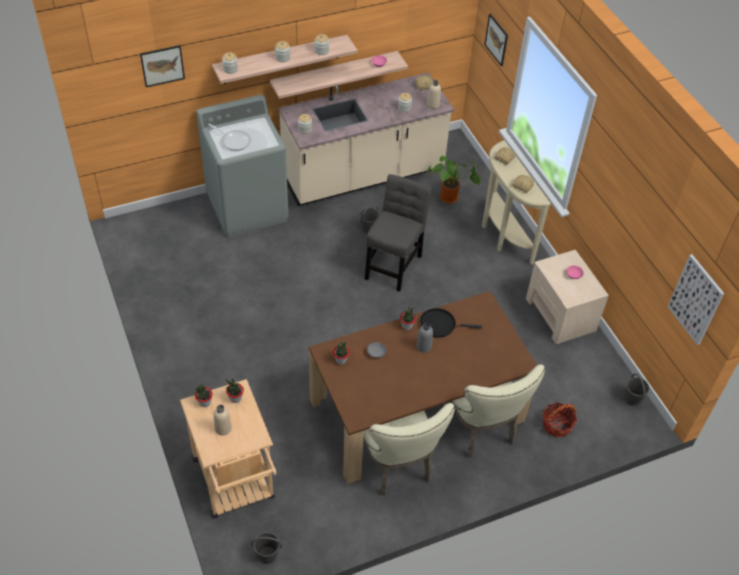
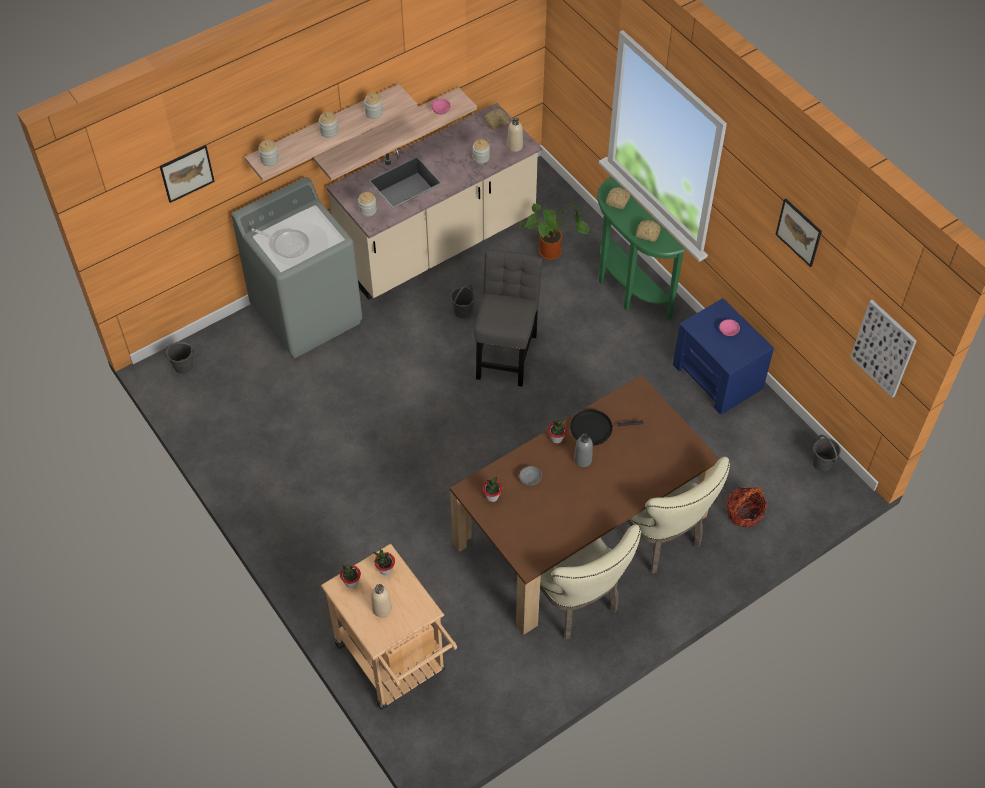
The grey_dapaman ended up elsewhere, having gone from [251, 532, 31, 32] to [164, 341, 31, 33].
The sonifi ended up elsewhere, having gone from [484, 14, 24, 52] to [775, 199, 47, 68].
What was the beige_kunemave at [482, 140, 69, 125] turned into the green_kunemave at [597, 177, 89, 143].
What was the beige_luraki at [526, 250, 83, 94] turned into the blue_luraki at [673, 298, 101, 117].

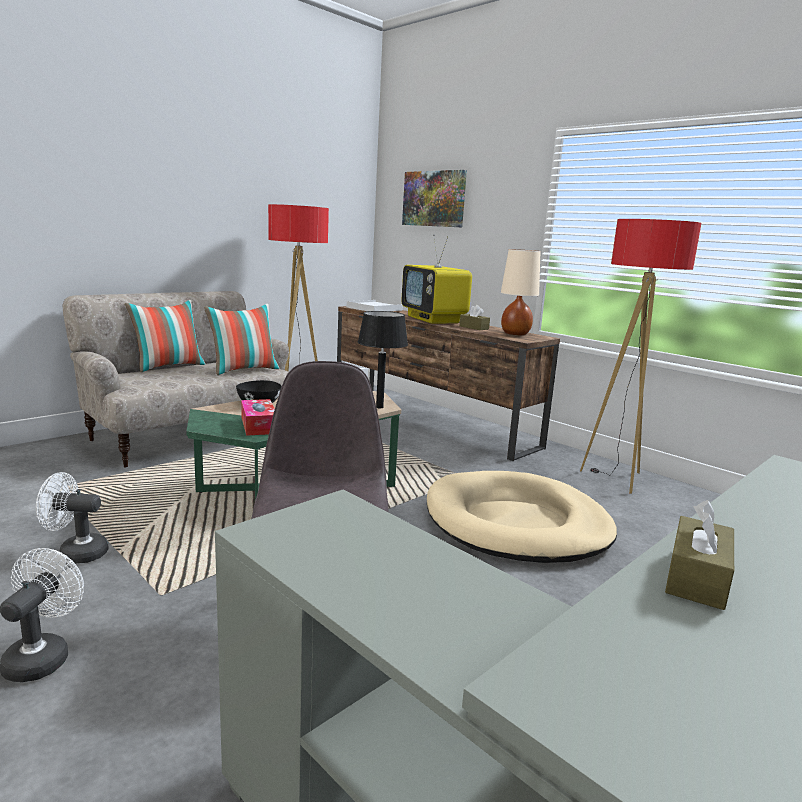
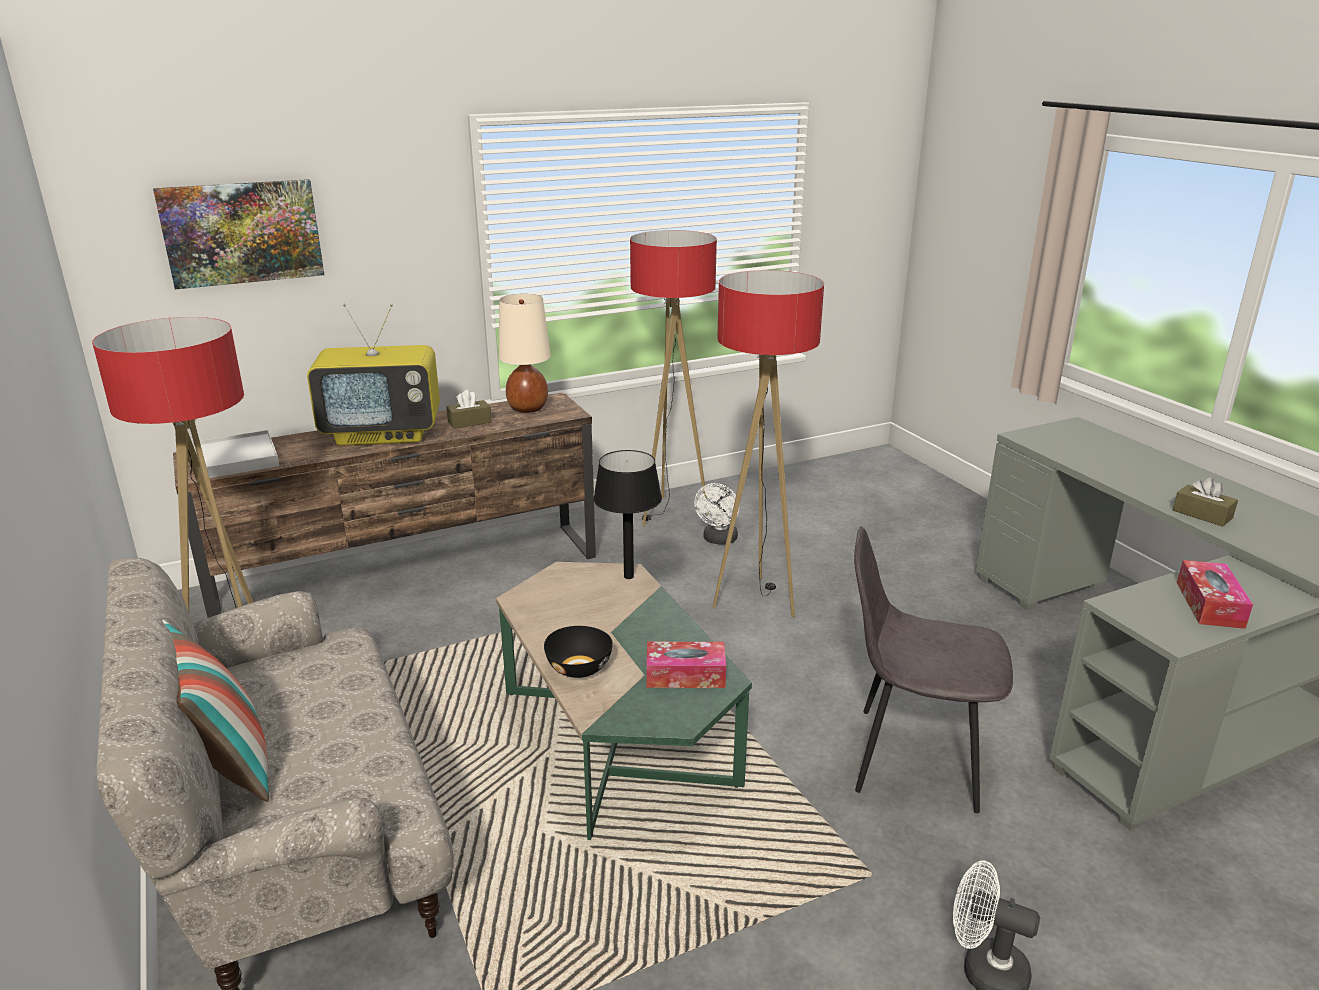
The second view lost the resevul at [204, 304, 76, 71].
The second view gained the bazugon at [1177, 560, 76, 69].
The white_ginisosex ended up elsewhere, having gone from [36, 472, 72, 92] to [694, 483, 45, 62].
Where the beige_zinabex stood at [427, 471, 190, 92], the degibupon came to stand at [713, 270, 111, 348].

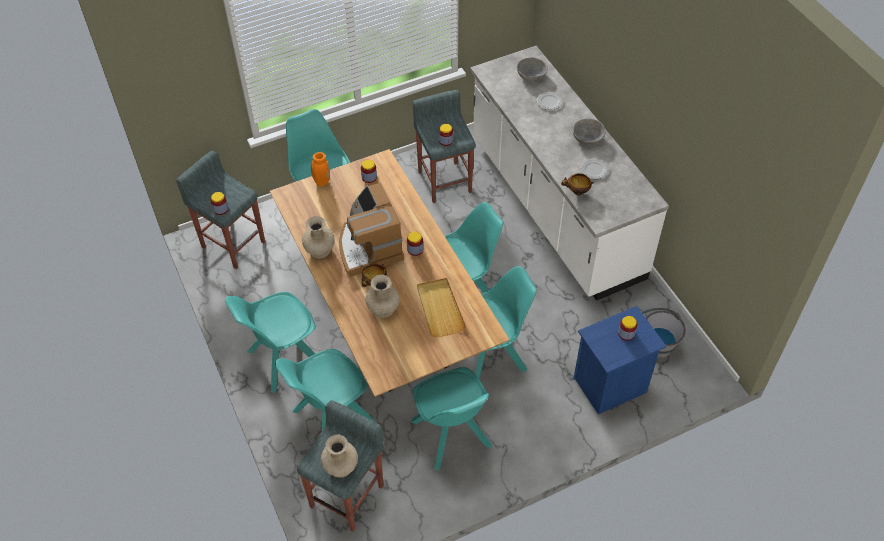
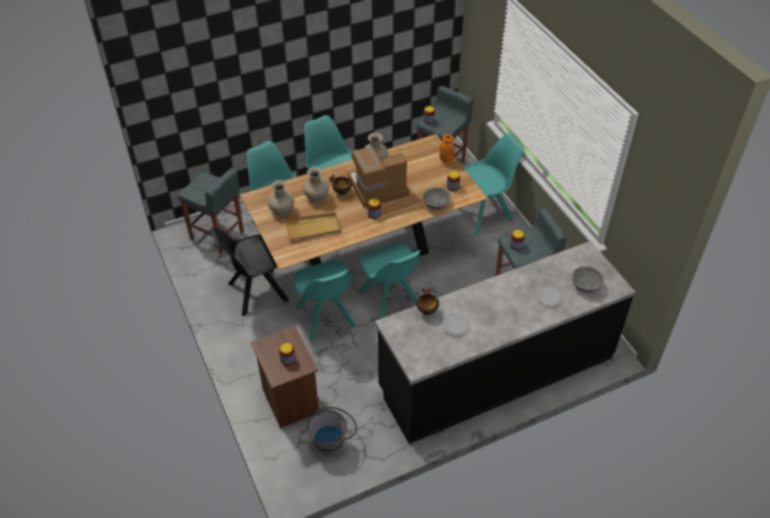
The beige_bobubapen ended up elsewhere, having gone from [321, 435, 37, 43] to [267, 180, 27, 37].
The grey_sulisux ended up elsewhere, having gone from [573, 118, 32, 27] to [422, 187, 29, 23].
What was the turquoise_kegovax at [411, 367, 81, 104] turned into the black_kegovax at [211, 227, 78, 89].
What was the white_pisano at [470, 46, 199, 255] turned into the black_pisano at [375, 241, 260, 203].
What was the blue_luraki at [573, 306, 93, 108] turned into the brown_luraki at [251, 326, 68, 102].

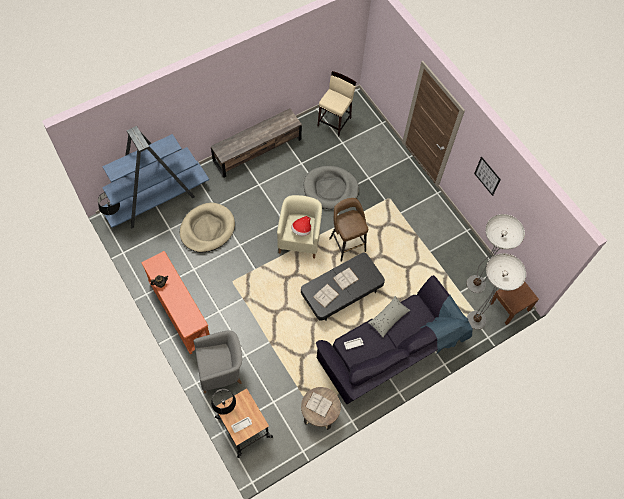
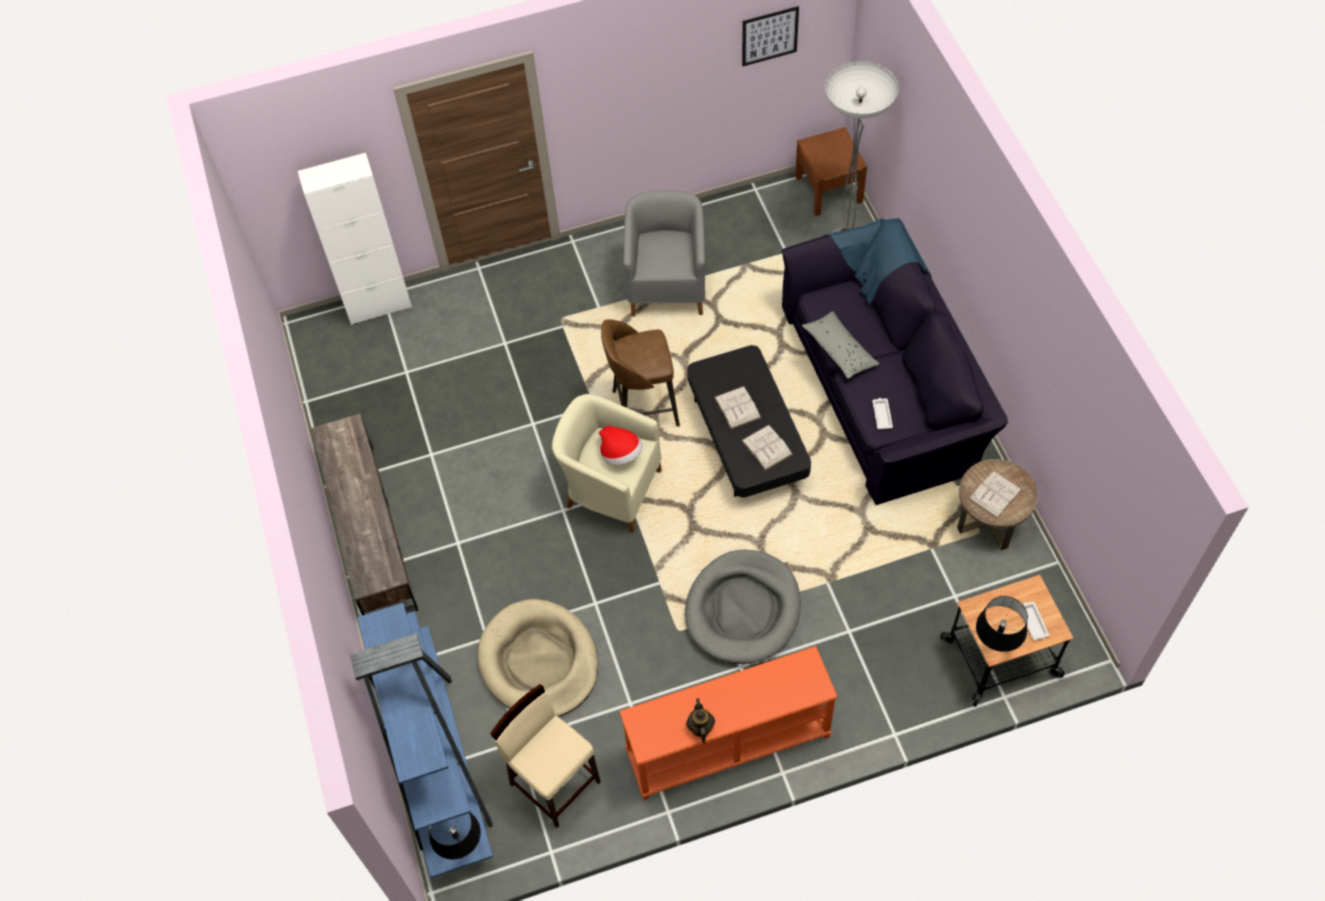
The second view lost the degibupon at [466, 214, 59, 79].
The second view gained the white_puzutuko at [298, 153, 114, 172].
The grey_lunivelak ended up elsewhere, having gone from [194, 330, 48, 63] to [623, 190, 82, 126].
The grey_zinabex ended up elsewhere, having gone from [304, 166, 55, 44] to [685, 550, 116, 114].
The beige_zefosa ended up elsewhere, having gone from [318, 71, 38, 65] to [490, 684, 111, 144].
The sonifi ended up elsewhere, having gone from [474, 157, 27, 39] to [742, 6, 57, 60].

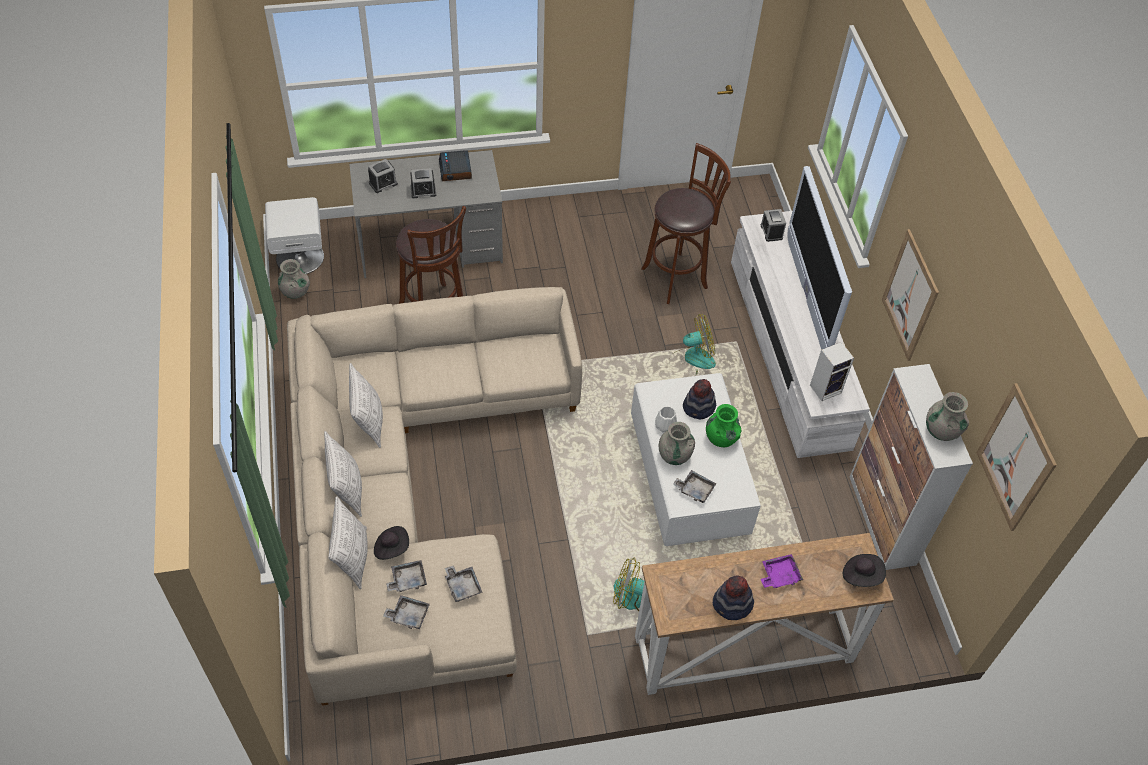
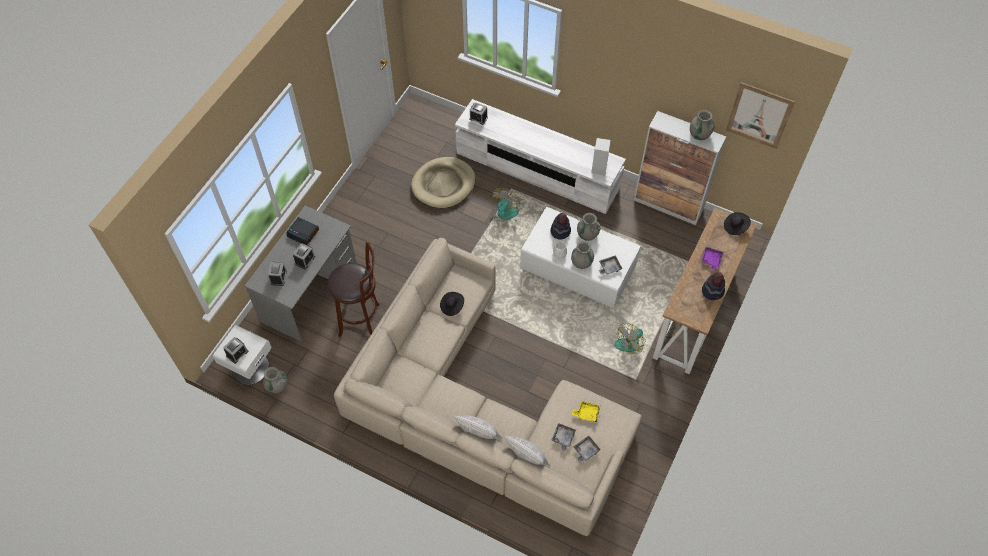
The second view lost the resevul at [349, 363, 34, 85].
The second view lost the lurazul at [788, 166, 64, 184].
The second view lost the sonifi at [882, 229, 57, 132].
The second view gained the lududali at [223, 337, 25, 27].
The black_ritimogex ended up elsewhere, having gone from [374, 526, 35, 34] to [440, 292, 24, 24].
Where the brown_zefosa stood at [641, 143, 90, 161], the beige_zinabex came to stand at [411, 157, 65, 51].
What was the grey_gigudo at [445, 565, 38, 37] turned into the yellow_gigudo at [572, 401, 28, 21].
What was the green_bobubapen at [706, 404, 35, 43] turned into the grey_bobubapen at [577, 213, 24, 28].

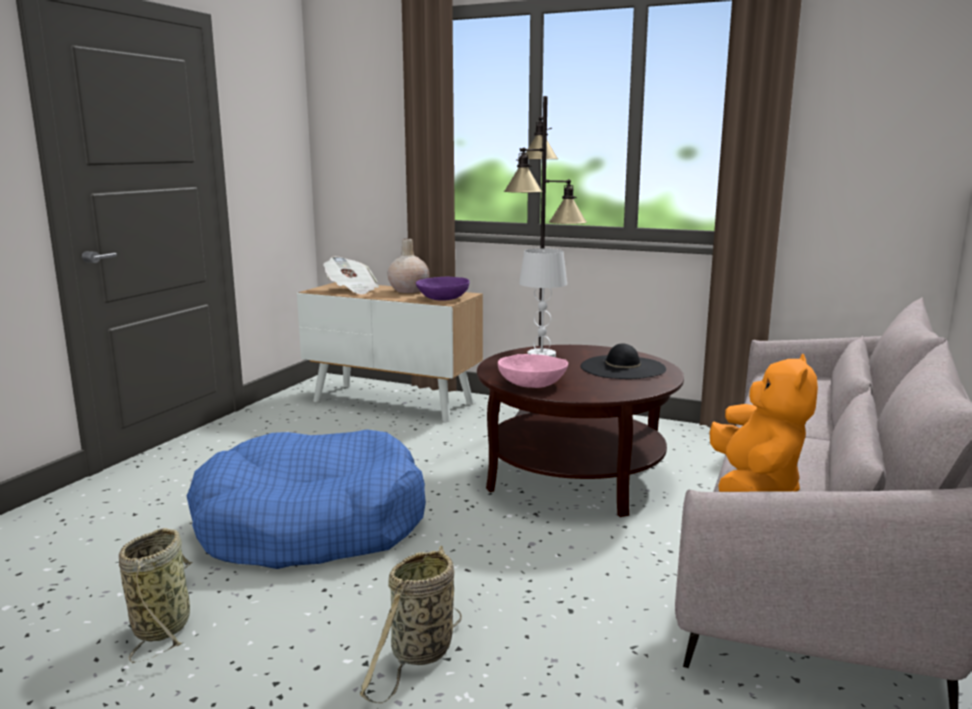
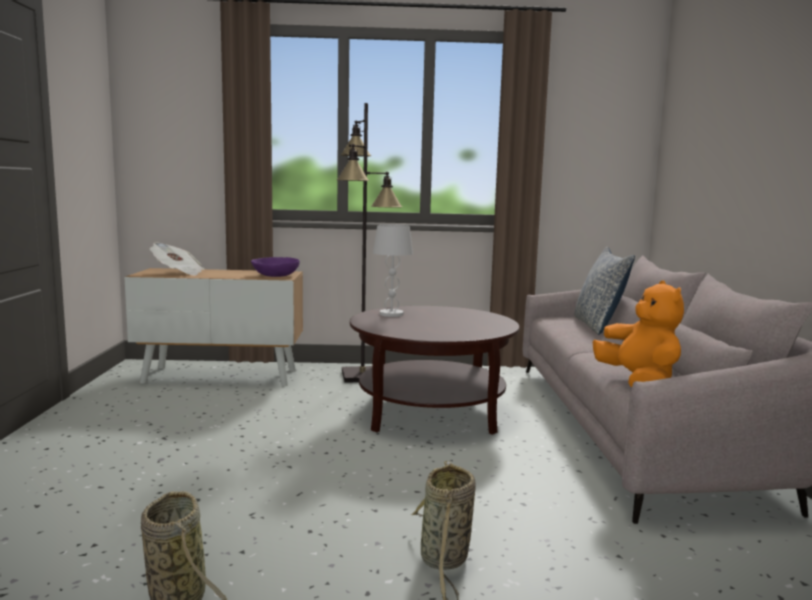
The second view lost the blue_zinabex at [187, 429, 239, 140].
The second view lost the beige_bobubapen at [387, 239, 42, 54].
The second view lost the pink_sulisux at [498, 354, 70, 34].
The second view lost the black_ritimogex at [580, 343, 86, 36].
The second view gained the resevul at [575, 247, 60, 88].

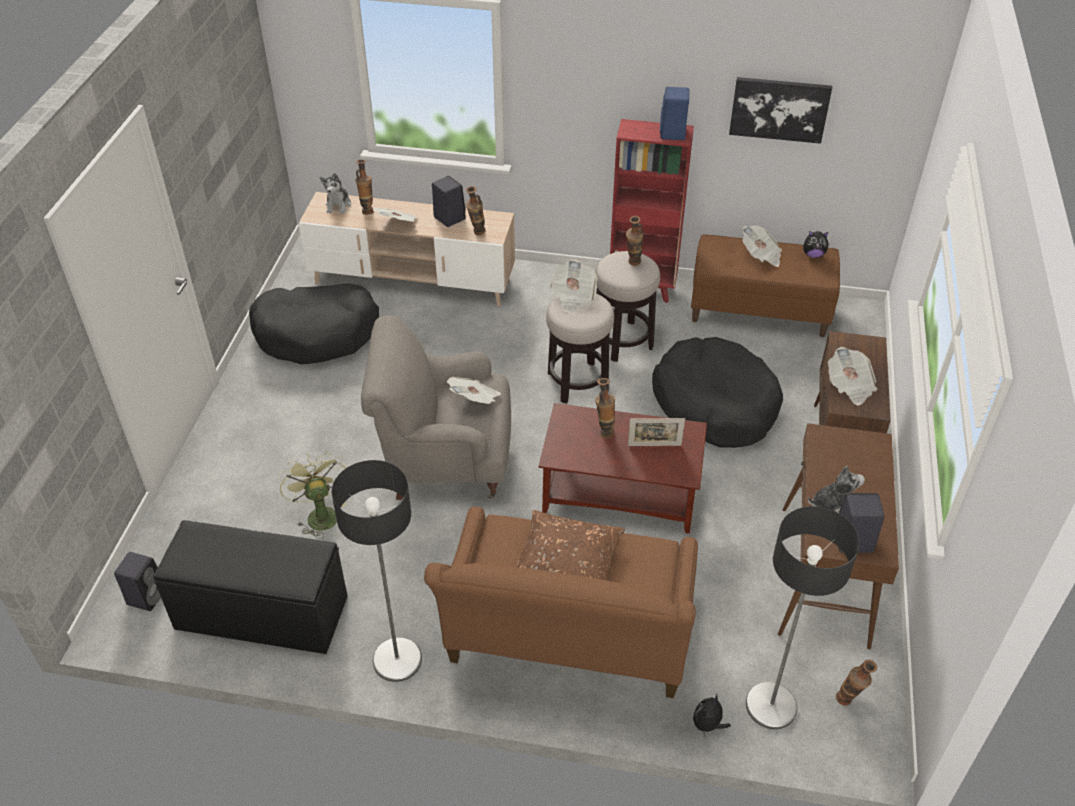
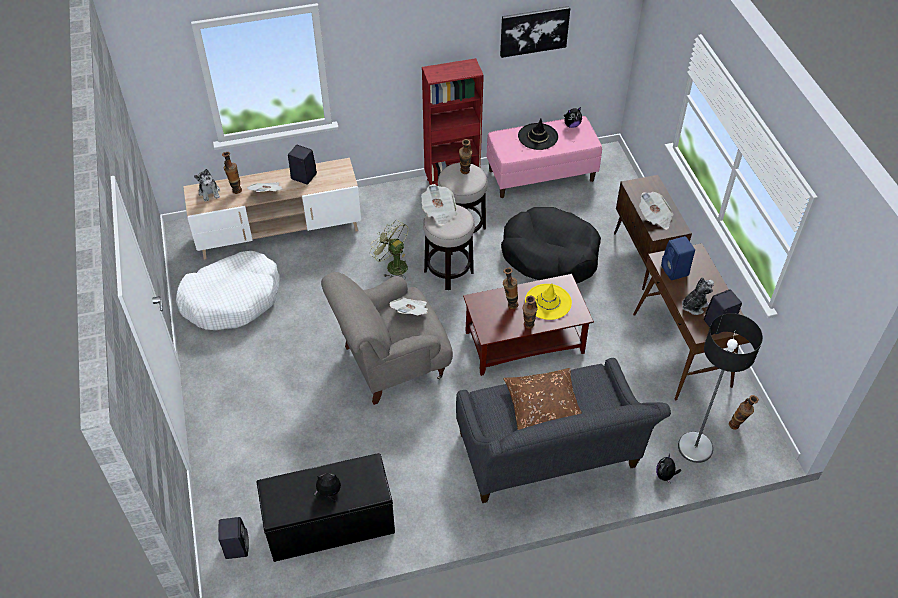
The second view lost the degibupon at [332, 460, 90, 222].
The second view gained the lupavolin at [314, 473, 27, 30].
The green_ginisosex ended up elsewhere, having gone from [278, 451, 68, 88] to [370, 220, 38, 60].
The bobubapen ended up elsewhere, having gone from [466, 186, 20, 49] to [523, 296, 14, 33].
The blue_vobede ended up elsewhere, having gone from [660, 87, 29, 53] to [661, 236, 34, 44].
Where the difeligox stood at [628, 418, 57, 28], the yellow_ritimogex came to stand at [525, 283, 47, 37].
Where the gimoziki stood at [742, 225, 40, 42], the black_ritimogex came to stand at [518, 119, 40, 31].
What was the black_zinabex at [249, 283, 130, 81] turned into the white_zinabex at [176, 251, 103, 79].
What was the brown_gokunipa at [424, 507, 274, 191] turned into the grey_gokunipa at [456, 358, 215, 145].
What was the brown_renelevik at [691, 234, 149, 103] turned into the pink_renelevik at [487, 116, 115, 82].

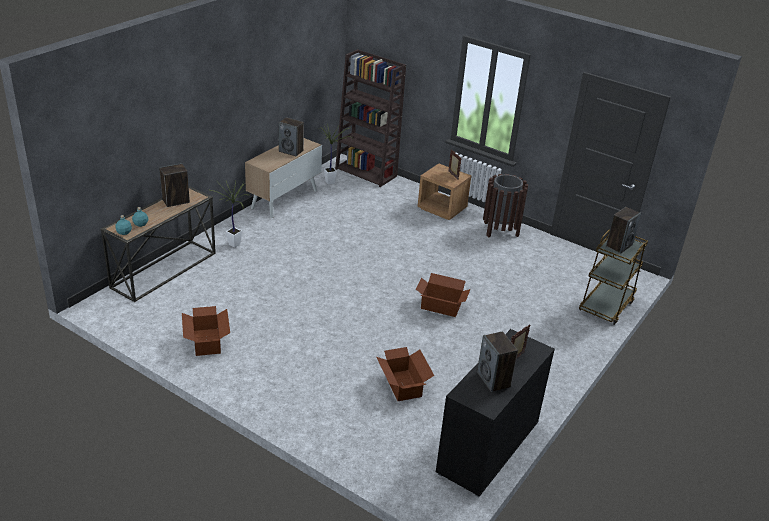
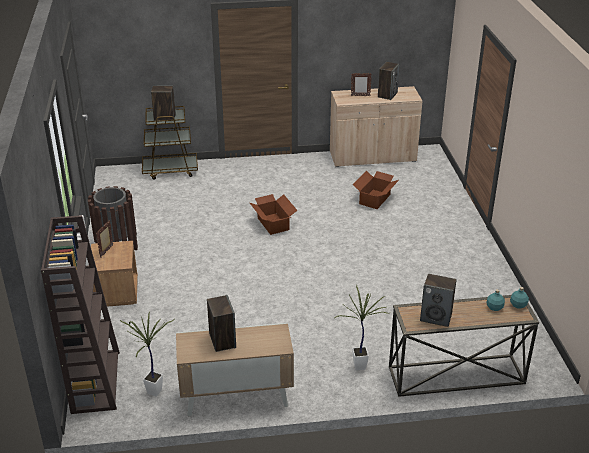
The second view lost the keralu at [182, 306, 48, 50].
What was the black_puzutuko at [436, 329, 119, 168] turned into the beige_puzutuko at [330, 86, 92, 81].

